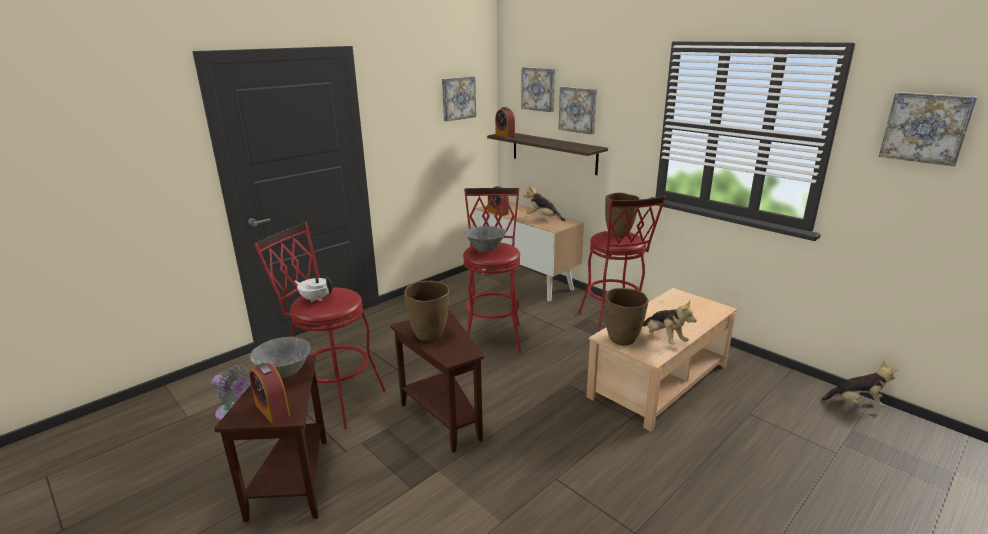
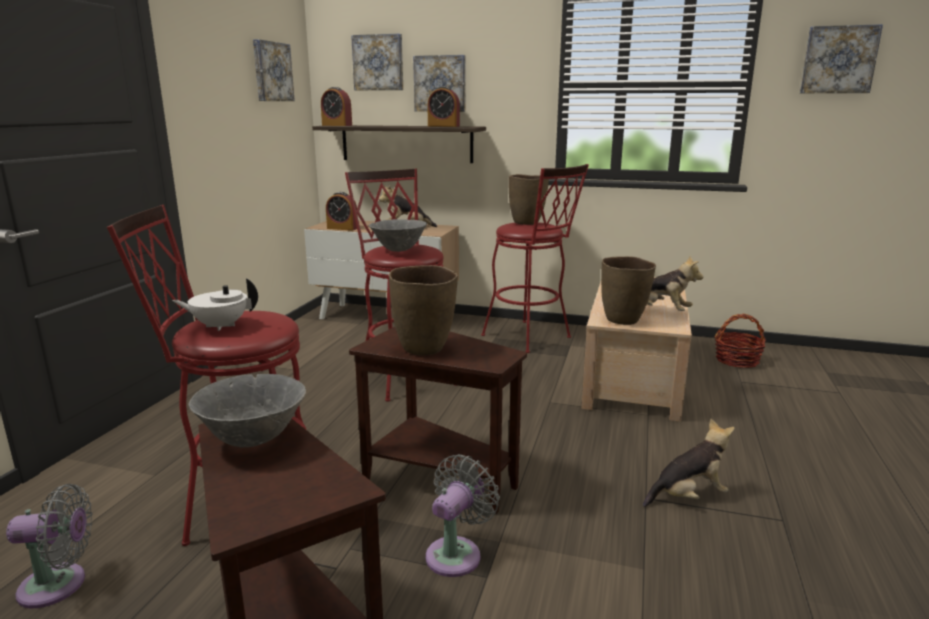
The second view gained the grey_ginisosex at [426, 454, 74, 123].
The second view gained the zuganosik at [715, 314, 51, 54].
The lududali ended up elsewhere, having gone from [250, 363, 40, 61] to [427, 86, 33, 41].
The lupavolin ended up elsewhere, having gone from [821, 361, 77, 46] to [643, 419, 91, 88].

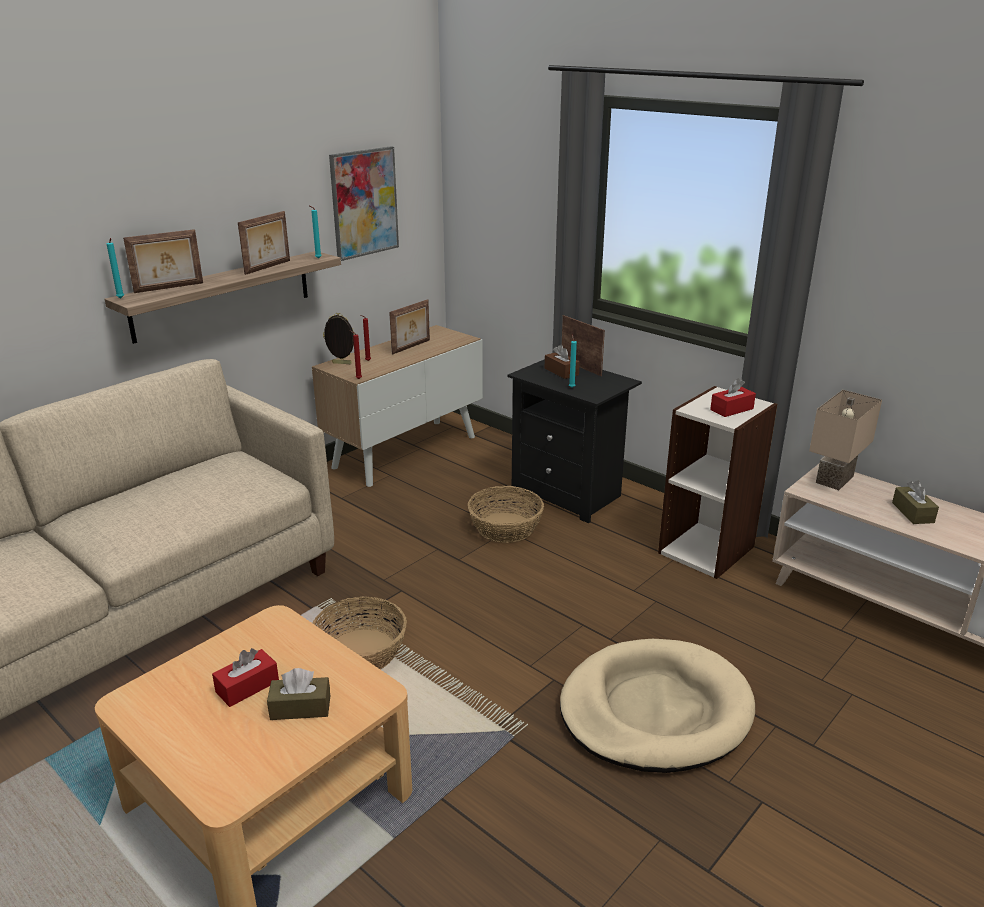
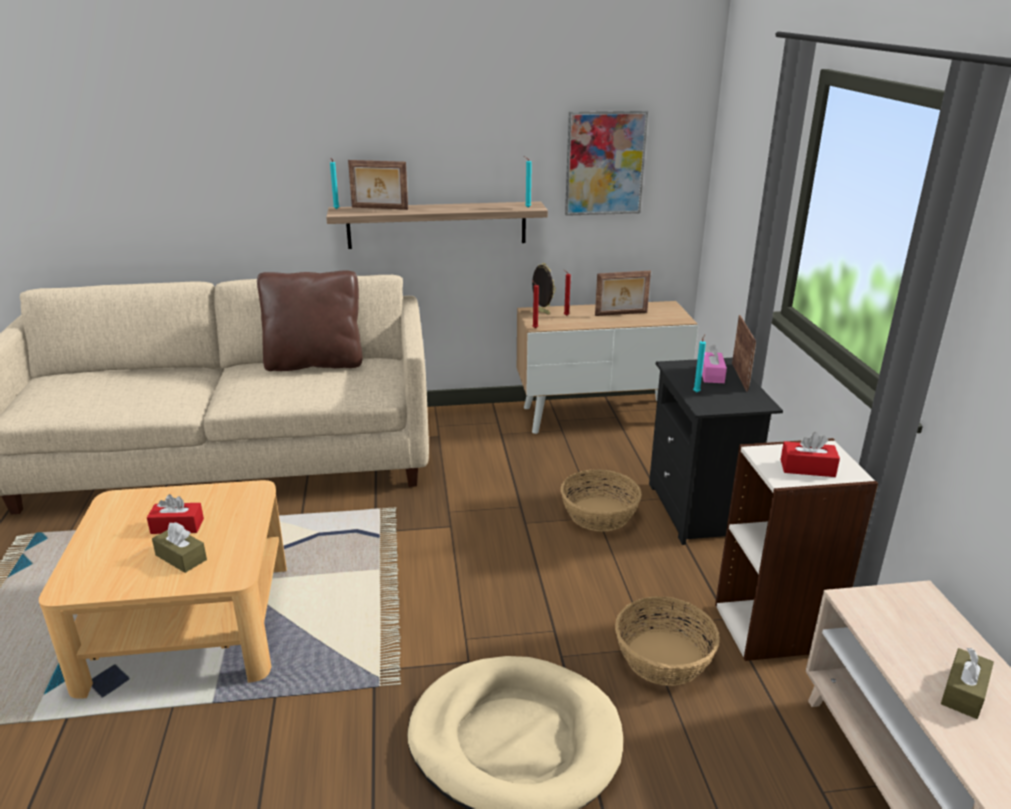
The second view lost the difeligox at [238, 211, 52, 64].
The second view lost the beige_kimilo at [809, 390, 73, 100].
The second view gained the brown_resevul at [257, 270, 105, 101].
The zuganosik ended up elsewhere, having gone from [313, 597, 94, 72] to [615, 596, 105, 90].
What was the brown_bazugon at [544, 345, 36, 34] turned into the pink_bazugon at [702, 345, 25, 38].

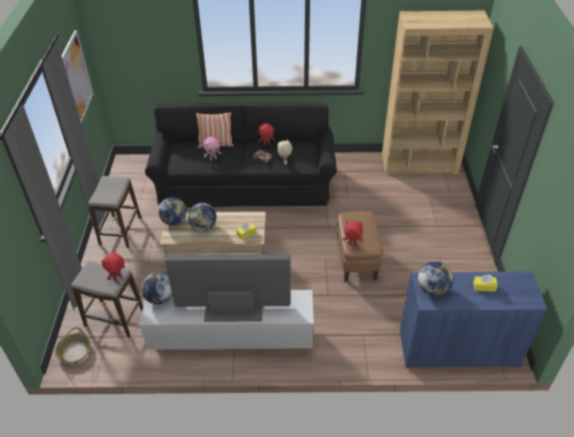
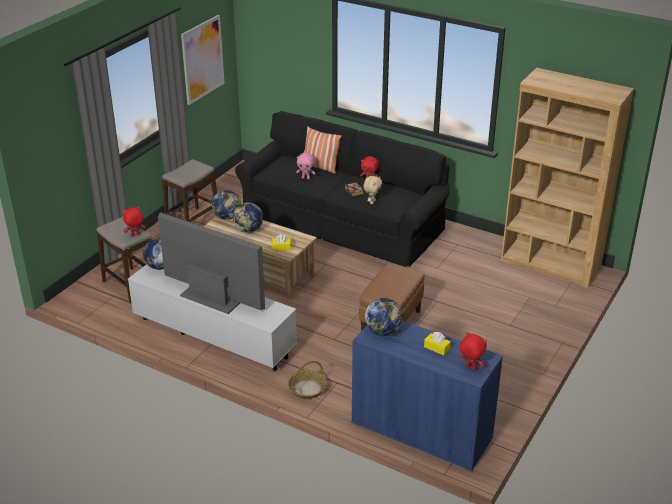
The zuganosik ended up elsewhere, having gone from [55, 327, 36, 36] to [288, 361, 39, 38].
The red_lupavolin ended up elsewhere, having gone from [343, 221, 20, 24] to [459, 332, 28, 38].

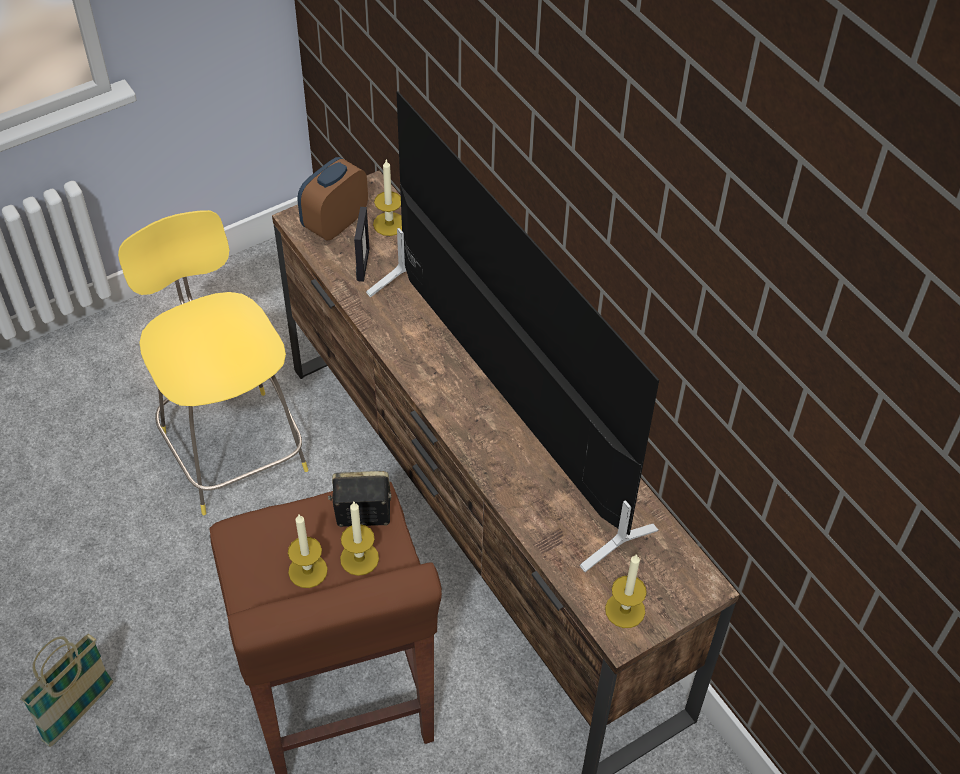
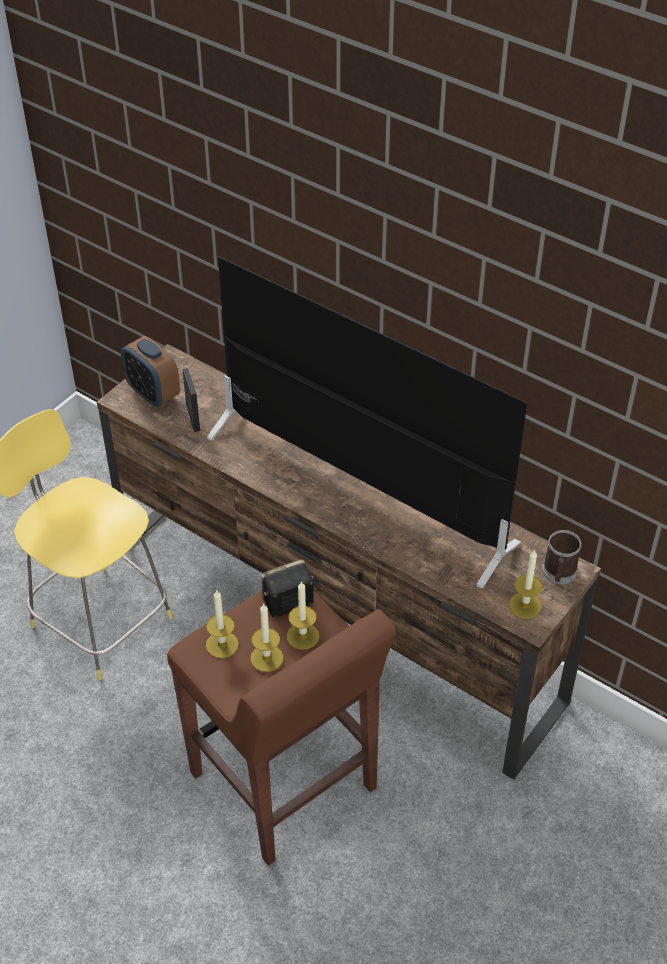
The second view lost the zuganosik at [20, 633, 93, 114].
The second view gained the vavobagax at [542, 530, 40, 54].
The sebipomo ended up elsewhere, having gone from [373, 160, 29, 76] to [206, 591, 33, 67].
The lududali at [298, 157, 70, 83] ended up facing another way, 60 degrees counterclockwise from before.

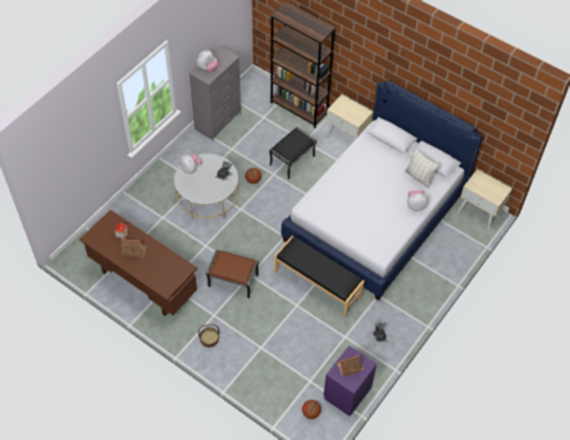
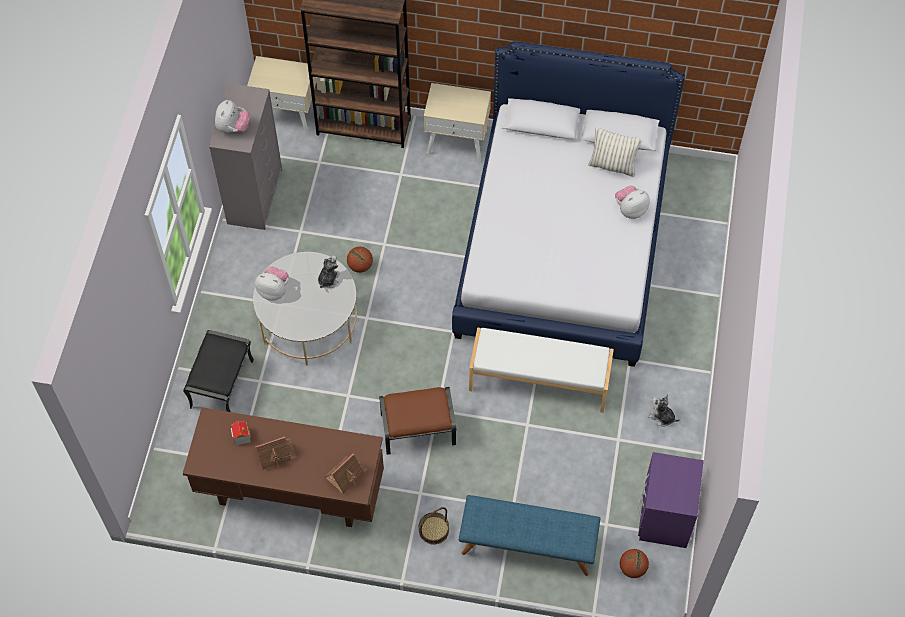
The second view gained the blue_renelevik at [459, 495, 141, 81].
The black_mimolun ended up elsewhere, having gone from [269, 127, 48, 52] to [183, 330, 71, 82].
The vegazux ended up elsewhere, having gone from [337, 355, 27, 22] to [324, 453, 43, 41].
The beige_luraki ended up elsewhere, having gone from [458, 169, 55, 61] to [247, 56, 69, 79].
What was the black_renelevik at [274, 236, 91, 82] turned into the white_renelevik at [469, 328, 145, 85].

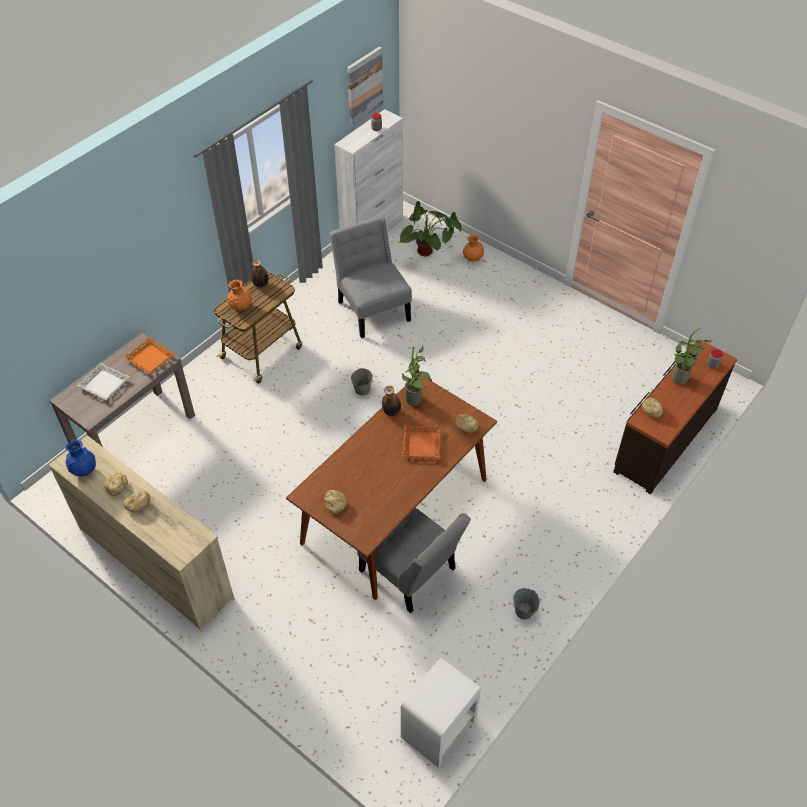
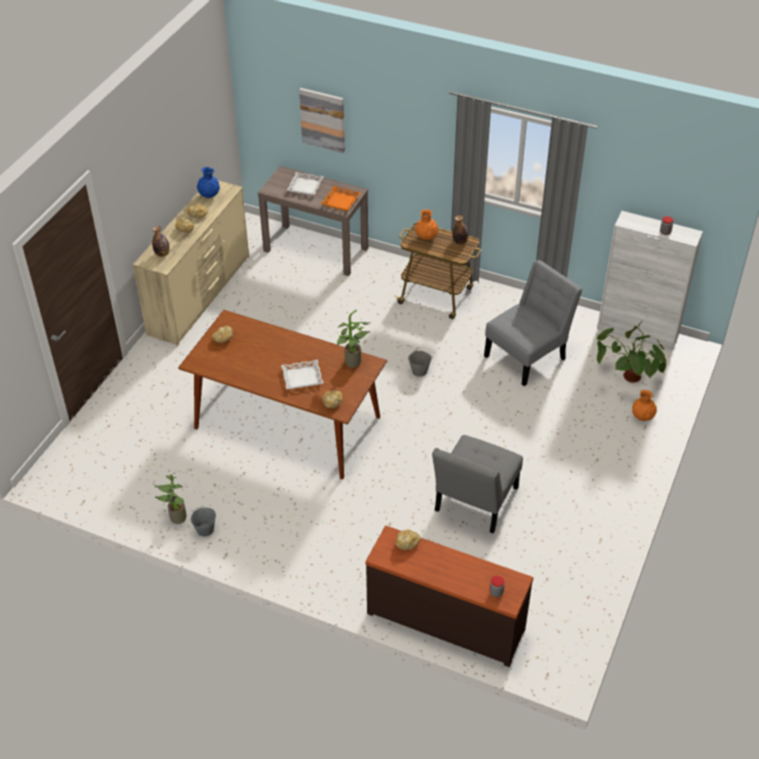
The second view lost the white_luraki at [401, 658, 80, 110].
The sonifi ended up elsewhere, having gone from [347, 47, 36, 79] to [299, 88, 46, 65].
The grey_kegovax ended up elsewhere, having gone from [357, 508, 114, 105] to [432, 435, 91, 98].
The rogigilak ended up elsewhere, having gone from [382, 386, 19, 30] to [152, 226, 18, 31].
The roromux ended up elsewhere, having gone from [672, 328, 41, 57] to [155, 474, 32, 50].
What was the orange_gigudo at [402, 425, 39, 34] turned into the white_gigudo at [281, 360, 42, 29].

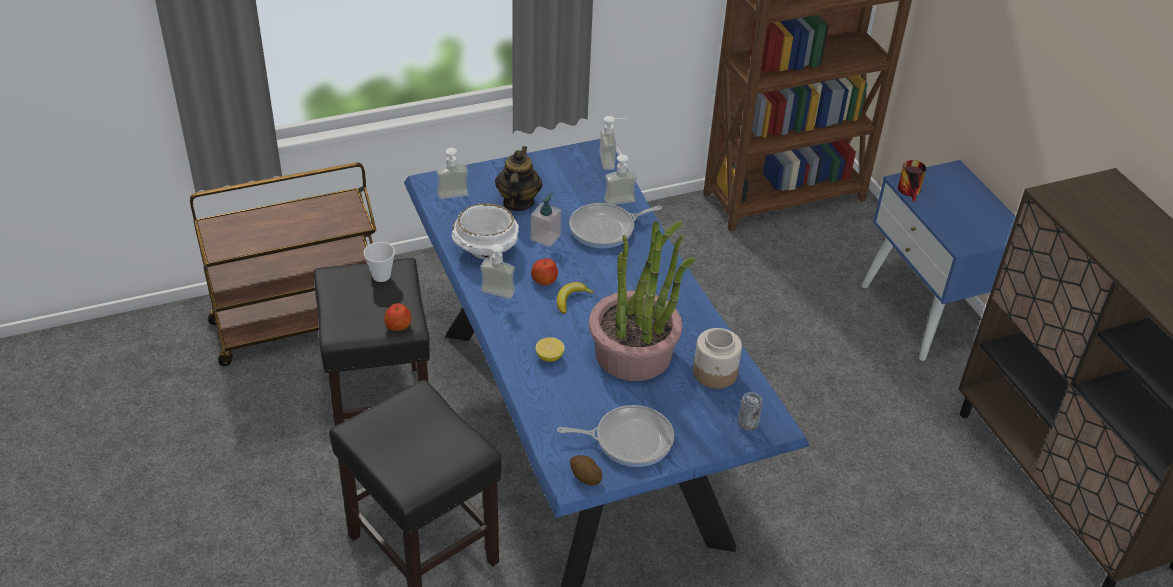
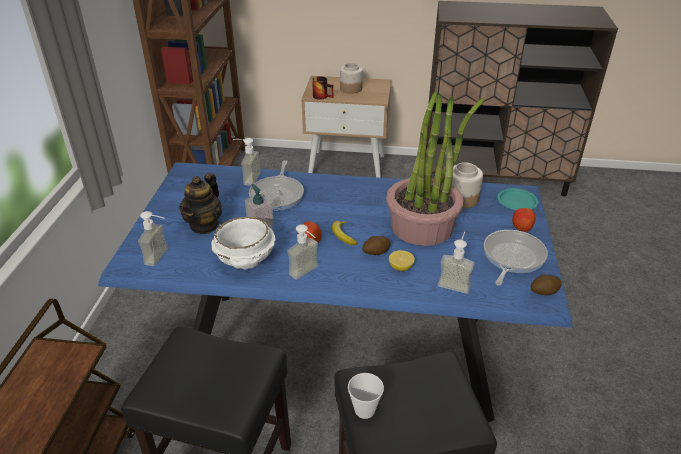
The second view gained the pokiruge at [340, 63, 23, 31].
The second view gained the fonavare at [362, 236, 28, 19].
The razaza ended up elsewhere, having gone from [364, 242, 31, 40] to [348, 373, 36, 46].
The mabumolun ended up elsewhere, having gone from [384, 303, 27, 28] to [512, 208, 24, 24].
The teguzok ended up elsewhere, having gone from [599, 116, 29, 54] to [438, 232, 37, 62].
Where the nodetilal stood at [738, 392, 24, 39], the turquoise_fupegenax came to stand at [498, 188, 40, 22].
What was the blue_luraki at [861, 160, 155, 201] turned into the beige_luraki at [301, 76, 90, 102].
The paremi at [495, 146, 48, 65] ended up facing another way, 105 degrees counterclockwise from before.

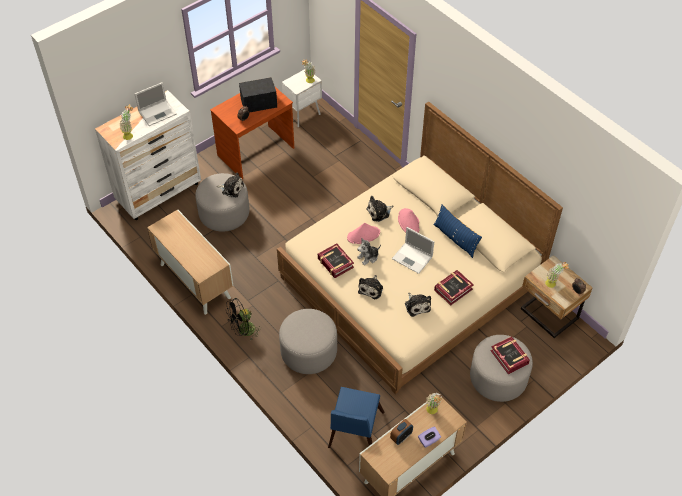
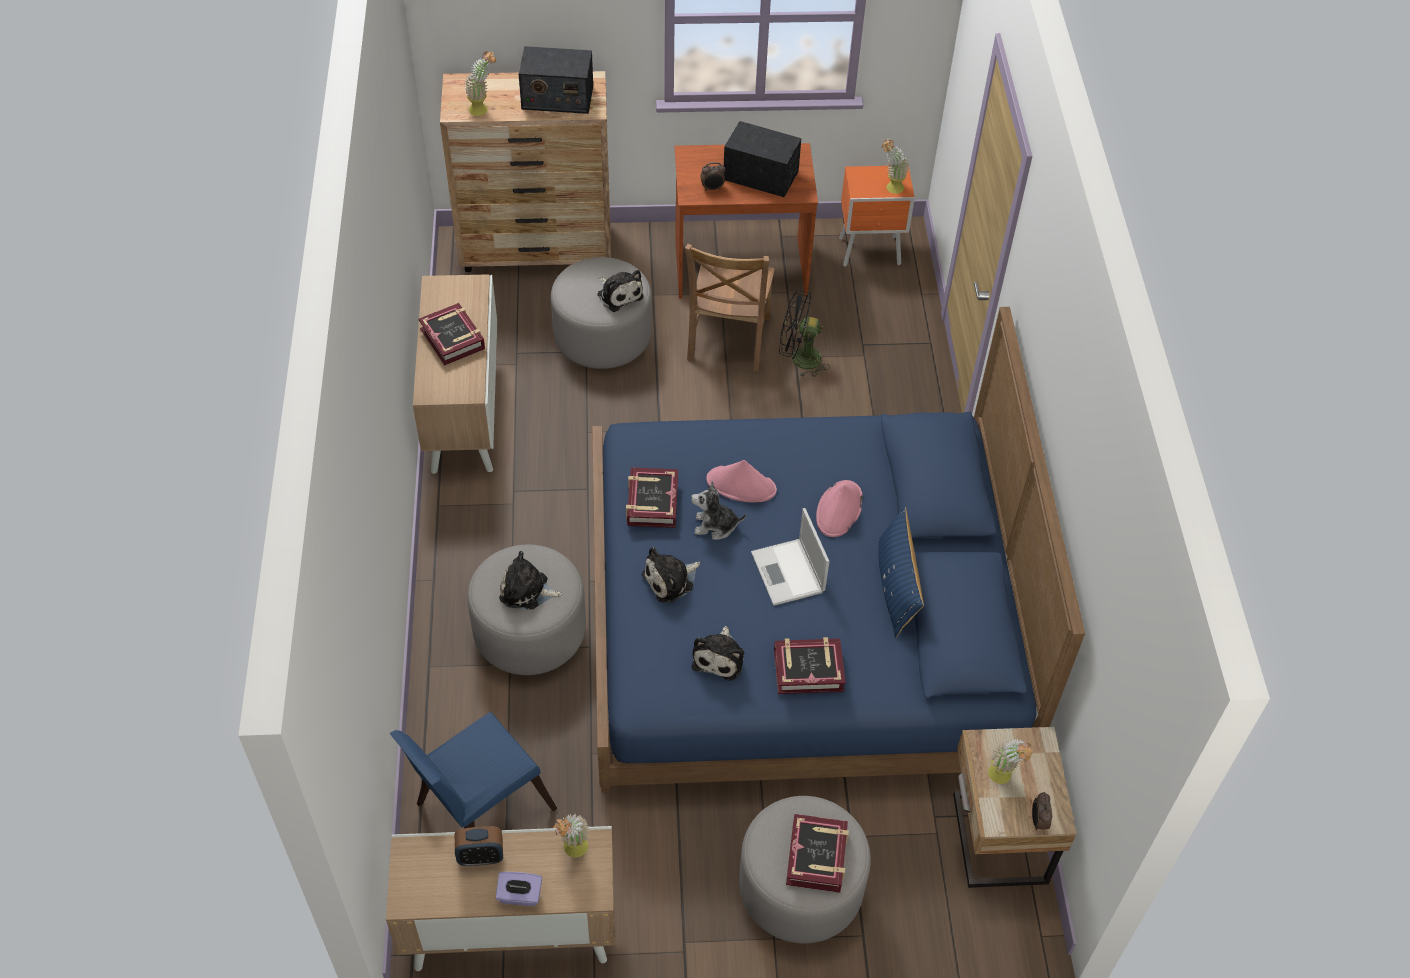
The second view gained the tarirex at [419, 303, 66, 62].
The second view gained the brown_kegovax at [685, 244, 90, 127].
The black_ginisosex ended up elsewhere, having gone from [226, 298, 35, 43] to [779, 290, 51, 88].
The lupavolin ended up elsewhere, having gone from [366, 196, 27, 26] to [499, 551, 63, 59].
Where the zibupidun stood at [135, 82, 42, 44], the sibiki came to stand at [518, 46, 75, 68].
What was the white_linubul at [95, 90, 106, 130] turned into the brown_linubul at [440, 71, 171, 201].
What was the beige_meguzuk at [277, 102, 286, 292] turned into the blue_meguzuk at [592, 307, 493, 486].
What was the white_luraki at [282, 70, 40, 58] turned into the orange_luraki at [839, 165, 76, 102].

